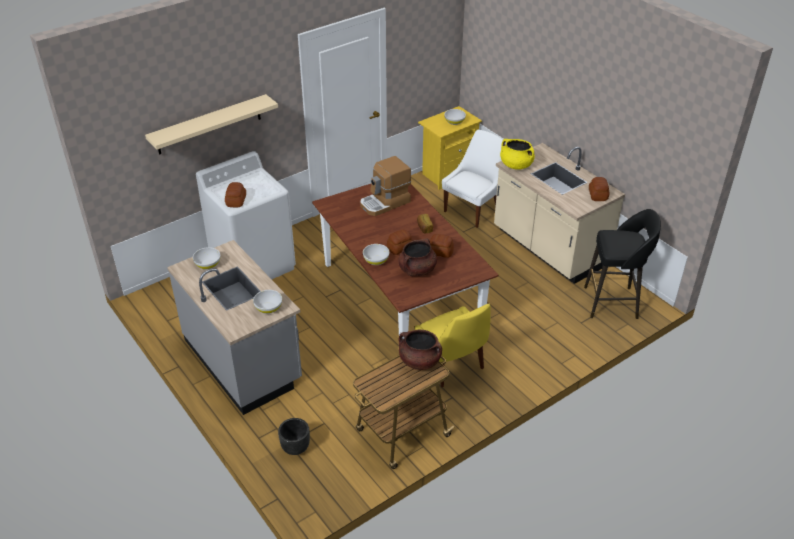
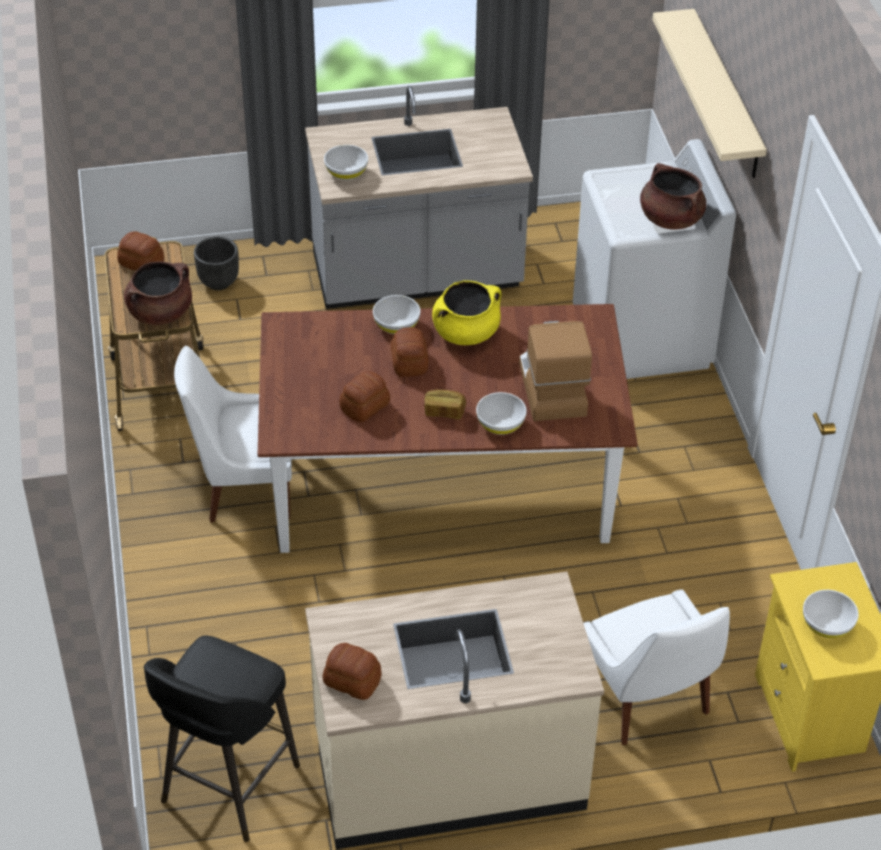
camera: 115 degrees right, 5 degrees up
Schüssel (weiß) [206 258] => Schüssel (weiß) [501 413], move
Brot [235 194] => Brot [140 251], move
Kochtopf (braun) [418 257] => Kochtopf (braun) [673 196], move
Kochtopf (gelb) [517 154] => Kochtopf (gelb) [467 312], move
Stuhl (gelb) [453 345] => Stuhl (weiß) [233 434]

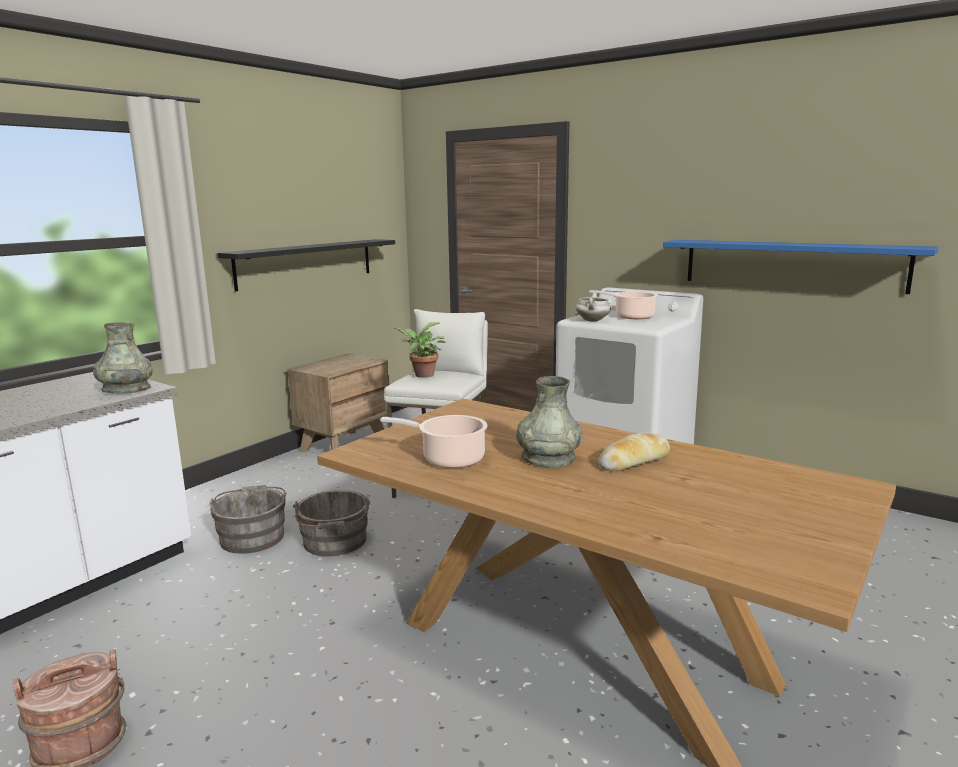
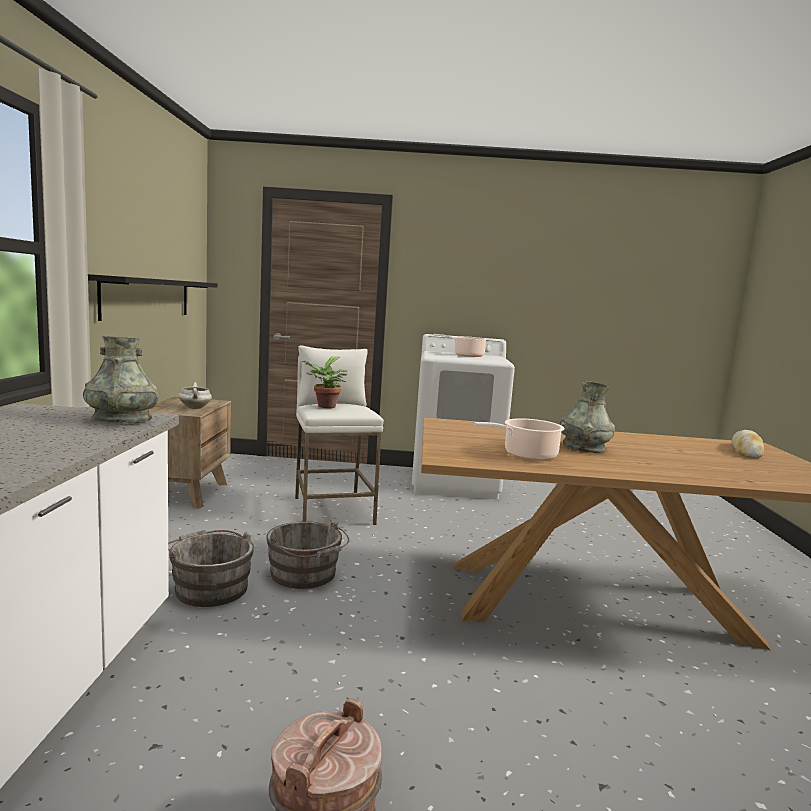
camera: 35 degrees left, 5 degrees down
Wandregal (blau) [801 267] => nothing
Kochtopf (weiß) [593 307] => Kochtopf (weiß) [195 395], move
Brot [634 452] => Brot [748 444], move

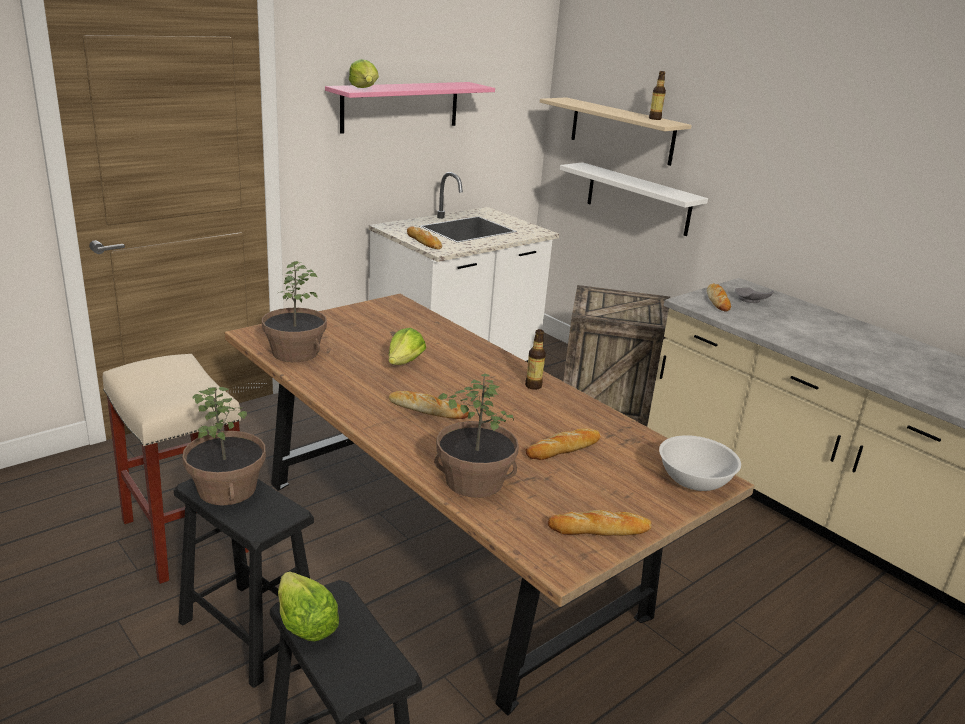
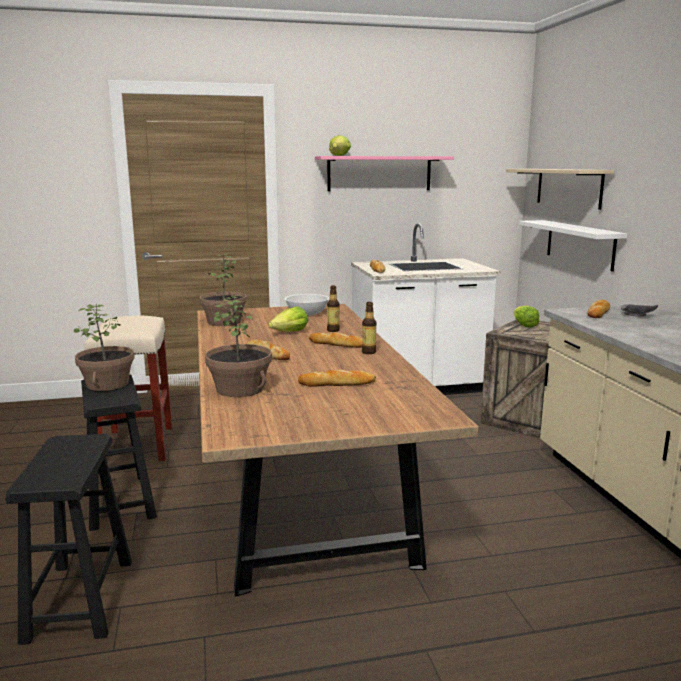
camera: 30 degrees right, 10 degrees down
Salatkopf [308 606] => Salatkopf [526 316], move
Brot [600 523] => Brot [336 340], move
Flasche [657 95] => Flasche [333 309], move
Schüssel (weiß) [700 463] => Schüssel (weiß) [306 305], move

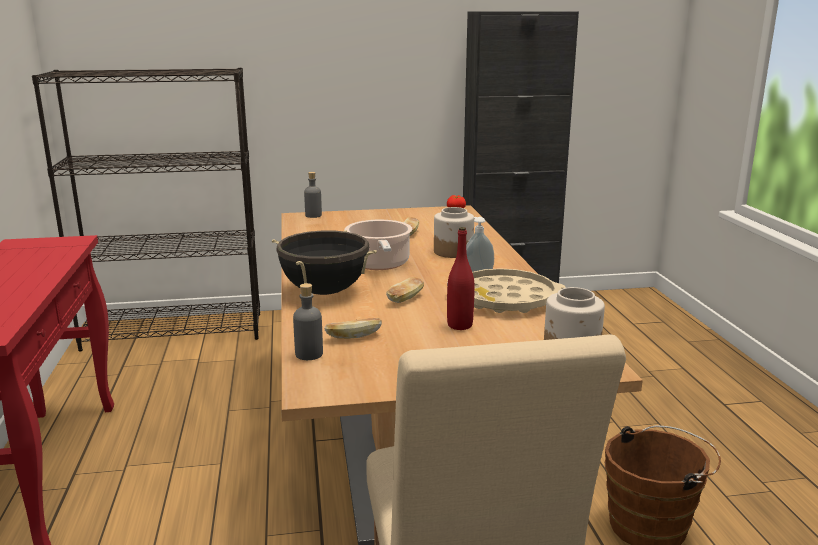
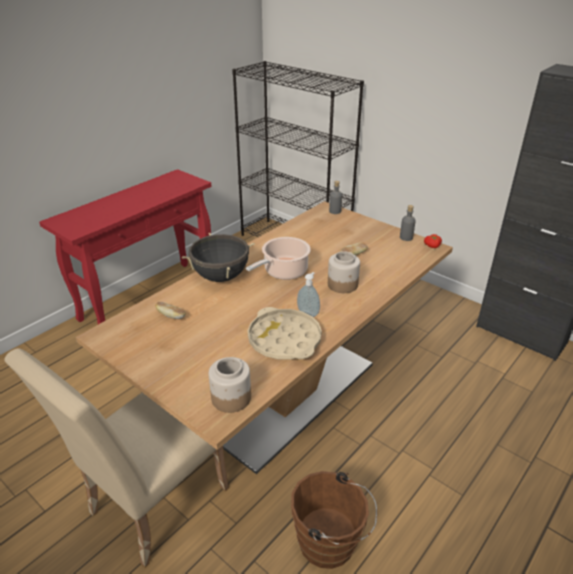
camera: 50 degrees right, 15 degrees up
Brot [405 290] => nothing
Flasche (rot) [461 278] => nothing
Flasche (grau) [308 321] => Flasche (grau) [408 223], move

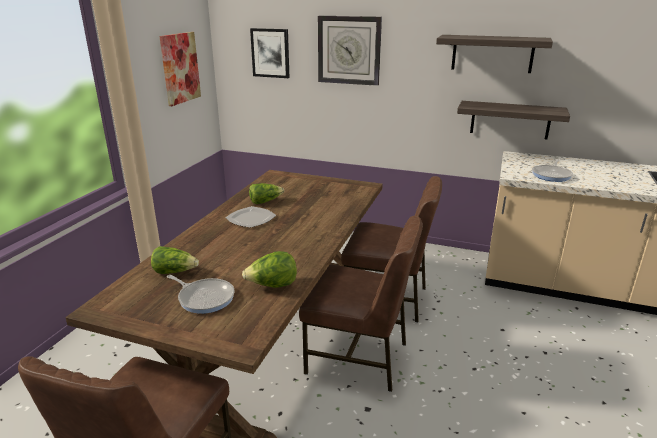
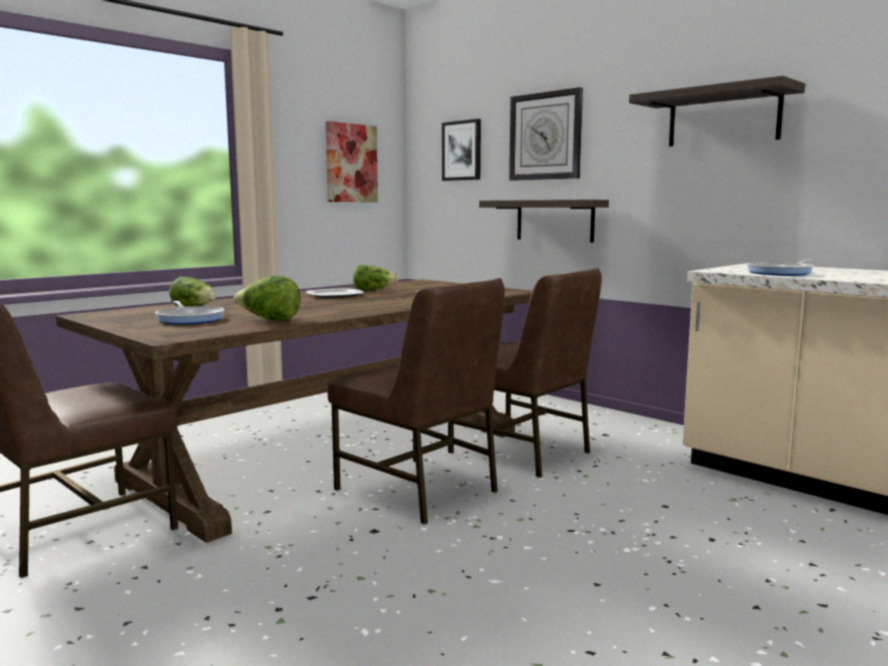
camera: 25 degrees right, 15 degrees down
Wandregal [513 120] => Wandregal [544 221], move

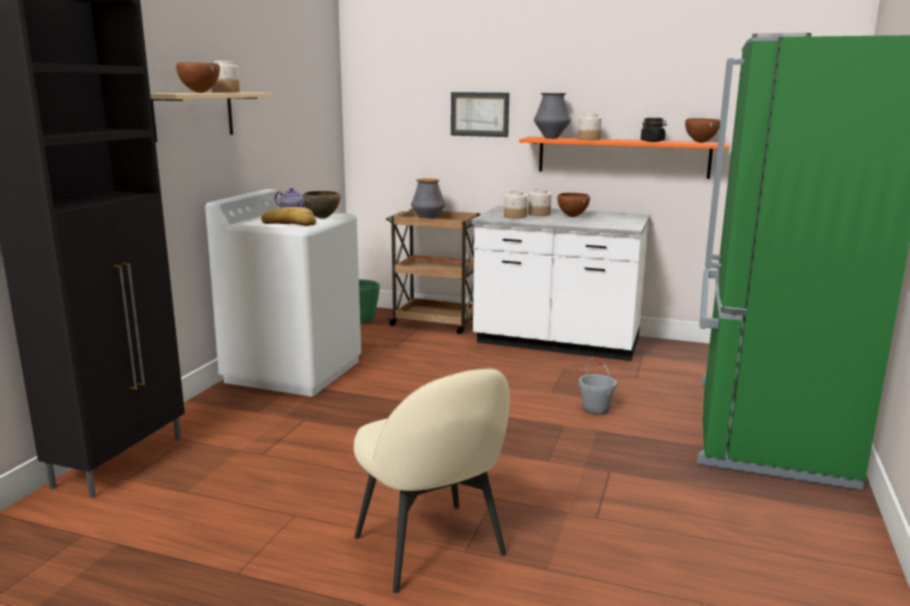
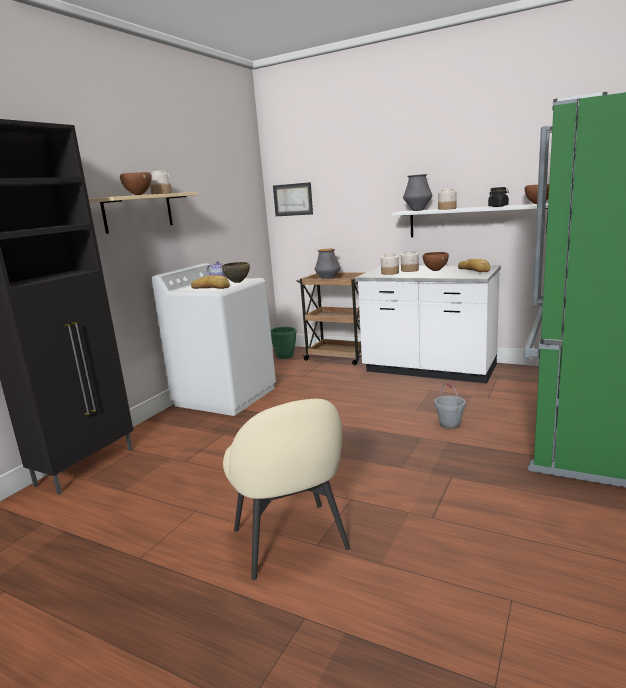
camera: 10 degrees right, 0 degrees up
nothing => Brot [474 265]
Bild [480 114] => Bild [293 199], move
Wandregal (orange) [624 158] => Wandregal (weiß) [470 220]

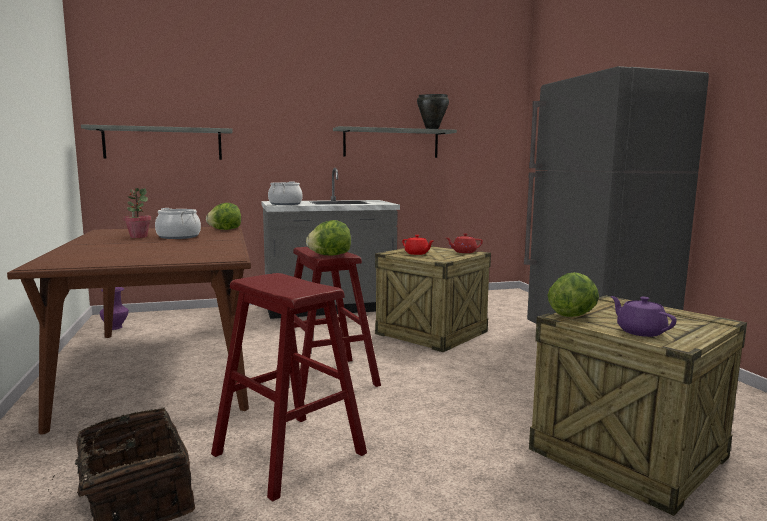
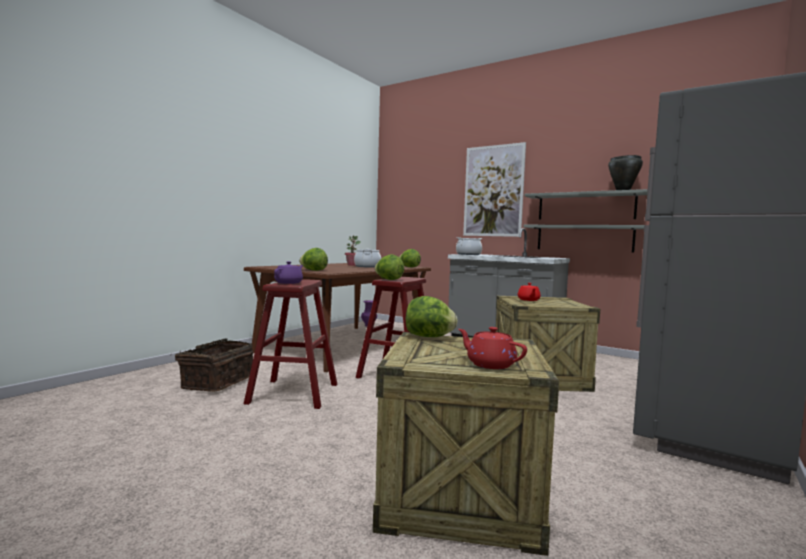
camera: 50 degrees right, 5 degrees down
nothing => Salatkopf [313 259]
nothing => Bild [494 189]
Wandregal (grau) [157 142] => Wandregal (grau) [583 239], move
Teekanne (rot) [464 243] => Teekanne (rot) [492 348], move
Teekanne (lila) [644 316] => Teekanne (lila) [288 272], move

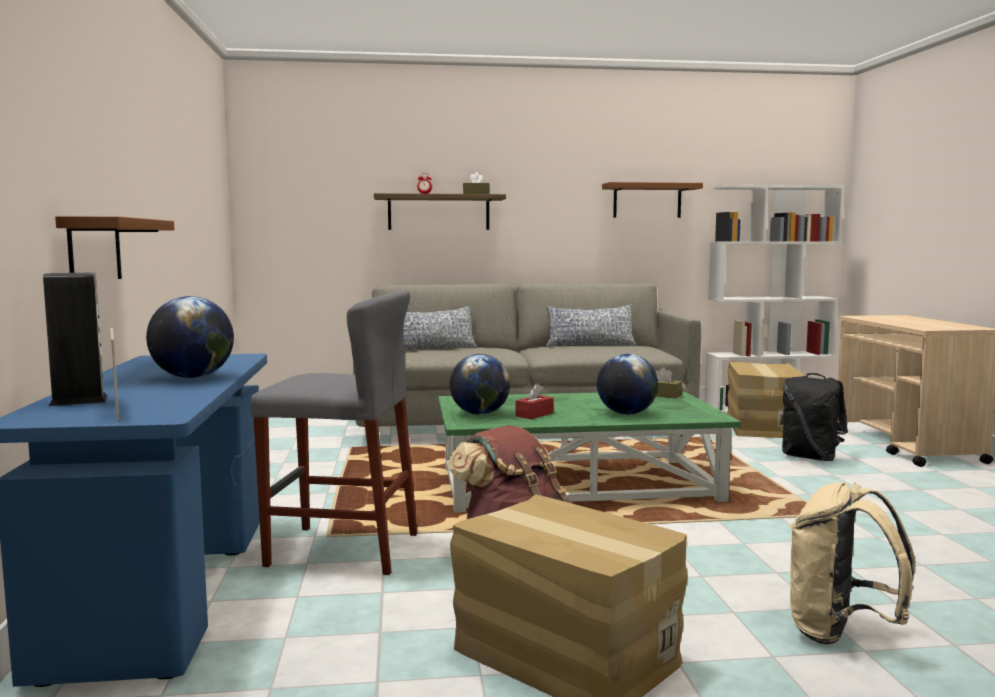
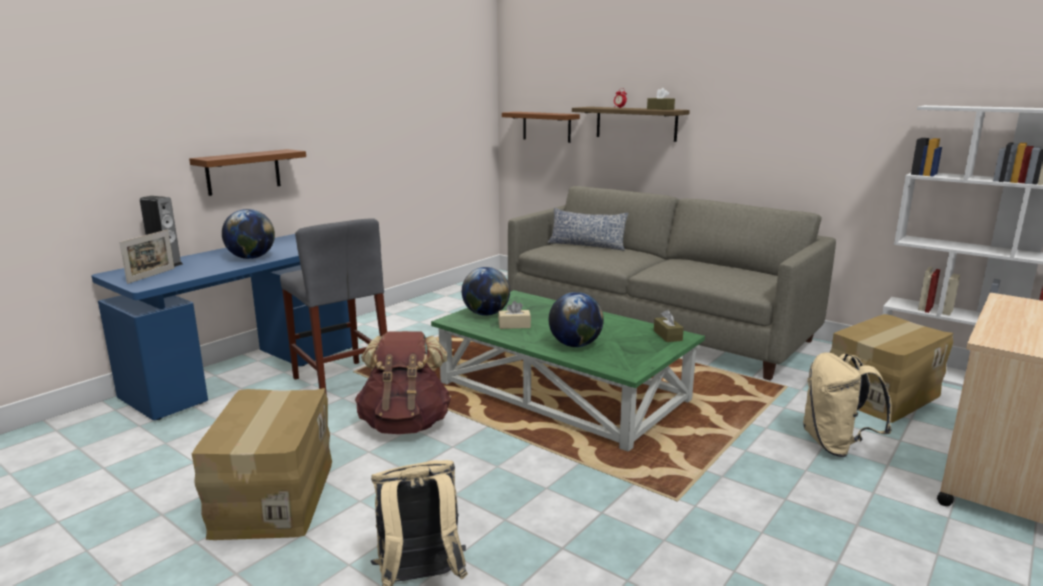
camera: 45 degrees right, 10 degrees up
Kissen [591 325] => nothing
Wandregal (braun) [652 200] => Wandregal (braun) [541 127], move
Taschentuchbox (rot) [534 401] => Taschentuchbox (beige) [514 315]
Rucksack (schwarz) [815 417] => Rucksack (beige) [847 404]

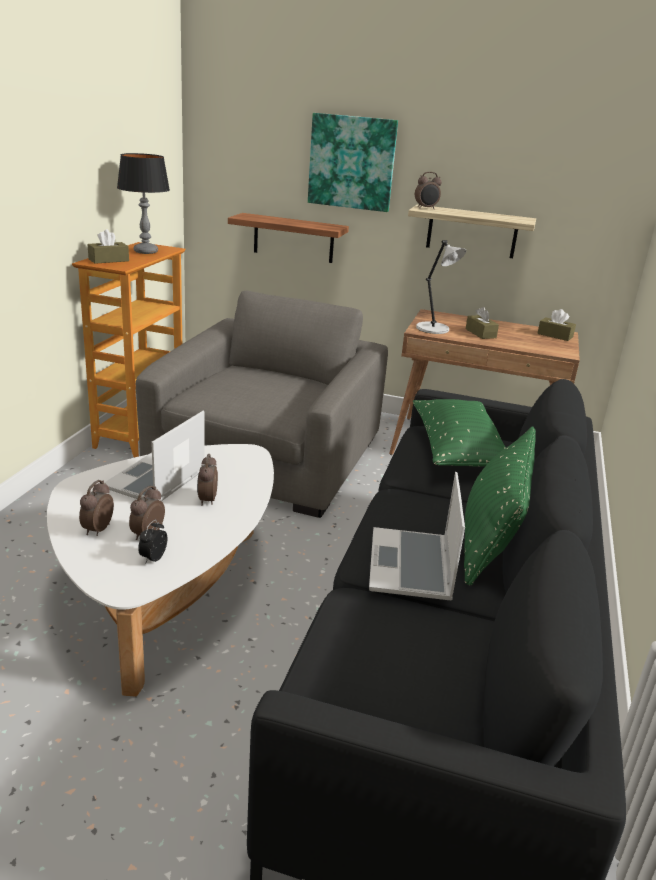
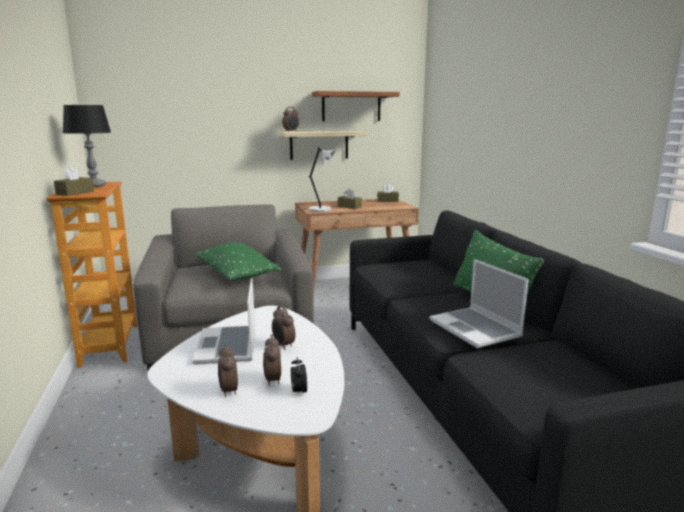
camera: 30 degrees left, 10 degrees down
Bild [353 162] => nothing
Wandregal [288 238] => Wandregal [356 106], move
Kissen (grün) [459 433] => Kissen (grün) [237 261], move

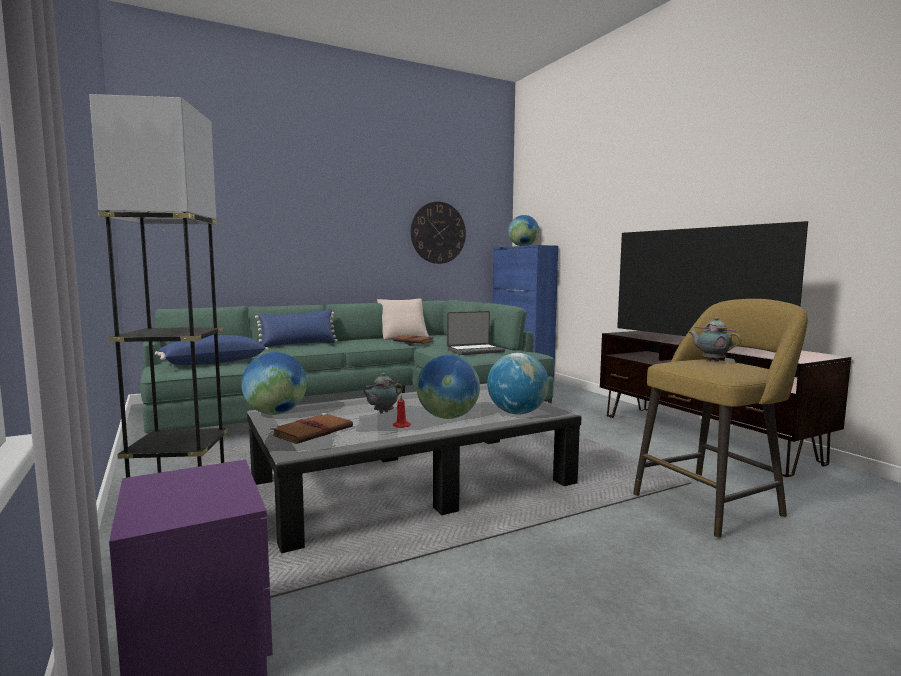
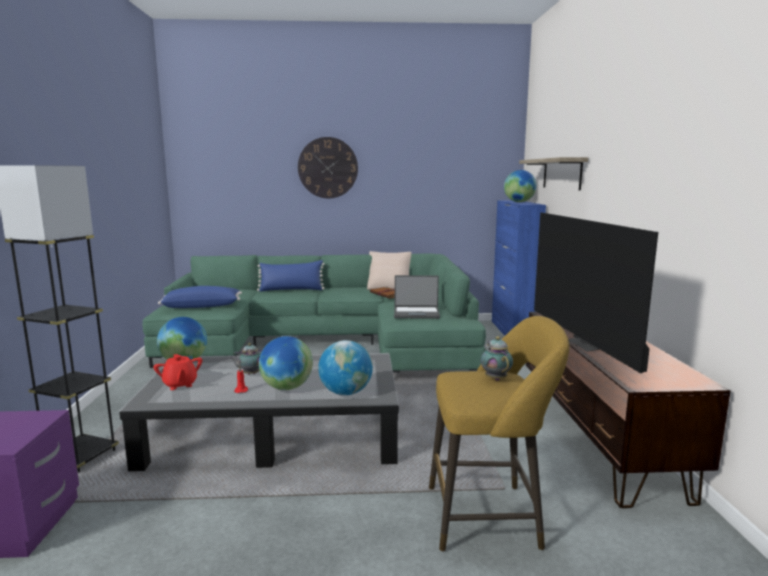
camera: 25 degrees right, 5 degrees up
nothing => Wandregal [553 174]
Wanduhr [438 233] => Wanduhr [328 168], move
Buch (braun) [311 428] => Teekanne (rot) [177 372]

